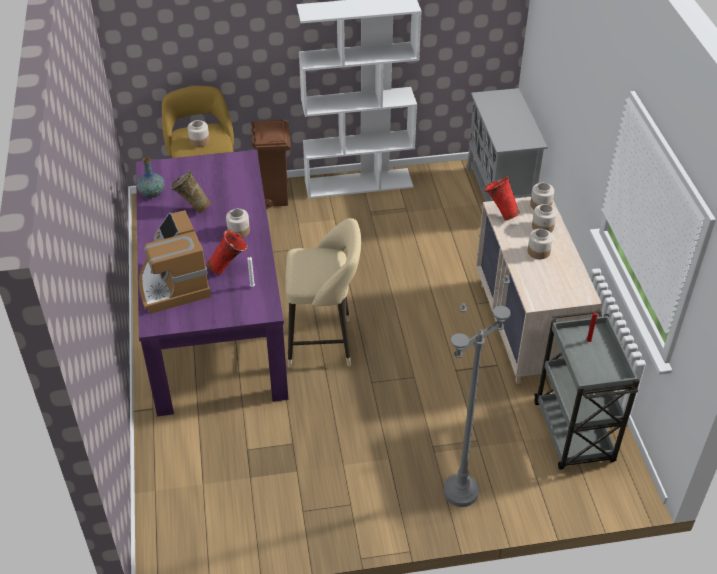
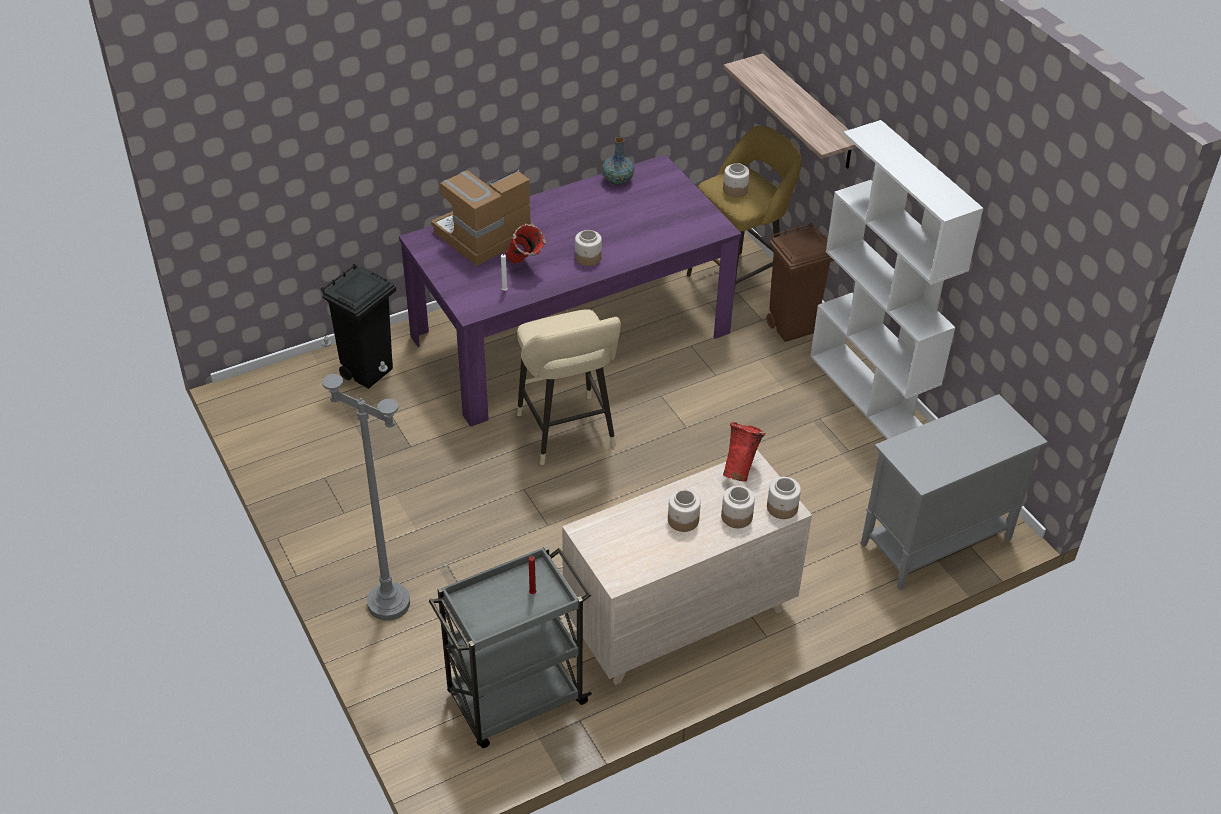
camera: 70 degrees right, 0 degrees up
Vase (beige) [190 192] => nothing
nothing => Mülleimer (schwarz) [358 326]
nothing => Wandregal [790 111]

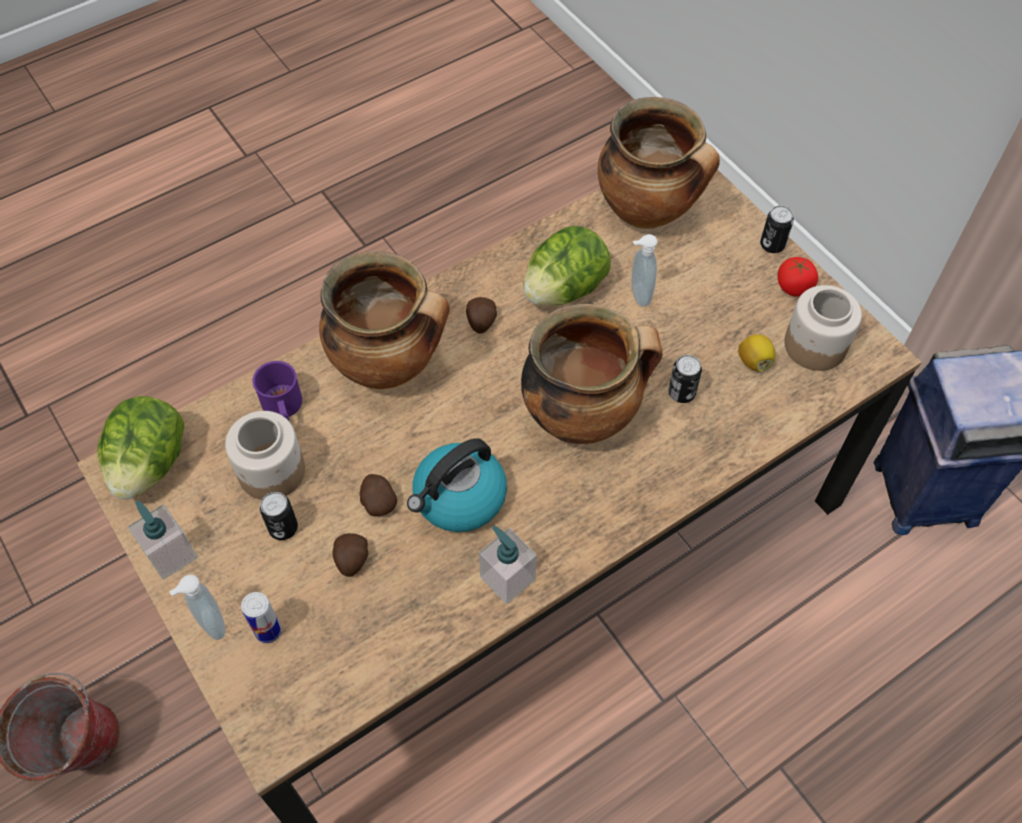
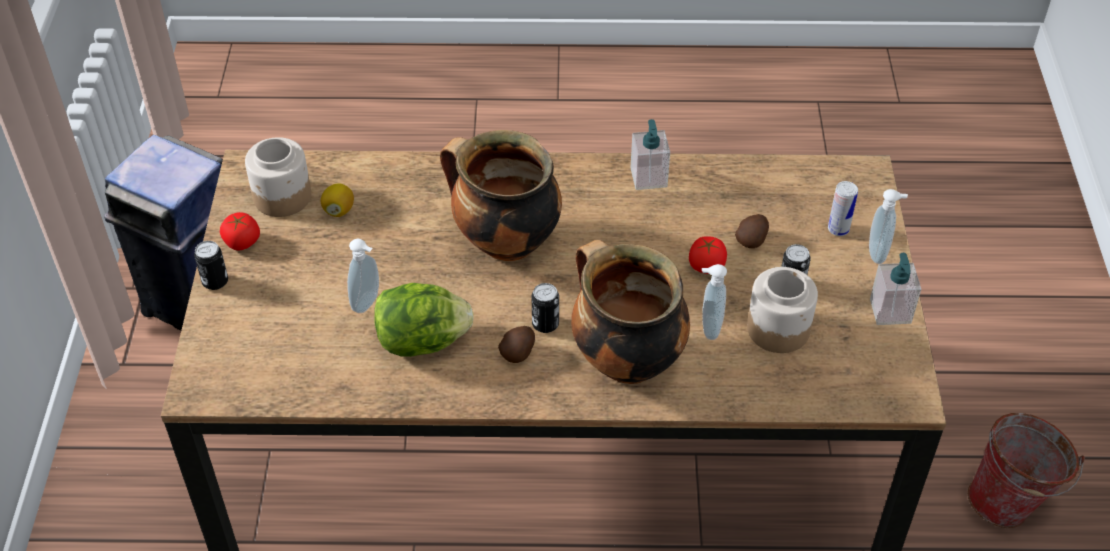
camera: 145 degrees left, 10 degrees down
Salatkopf [141 448] => nothing
Henkelbecher (lila) [277 391] => nothing
Wasserkessel [457 485] => nothing
Kochtopf [659 163] => nothing
nothing => Seifenspender [714 302]
Dose [685 379] => Dose [545 308], move
Kartoffel [378 495] => Tomate [708 255]

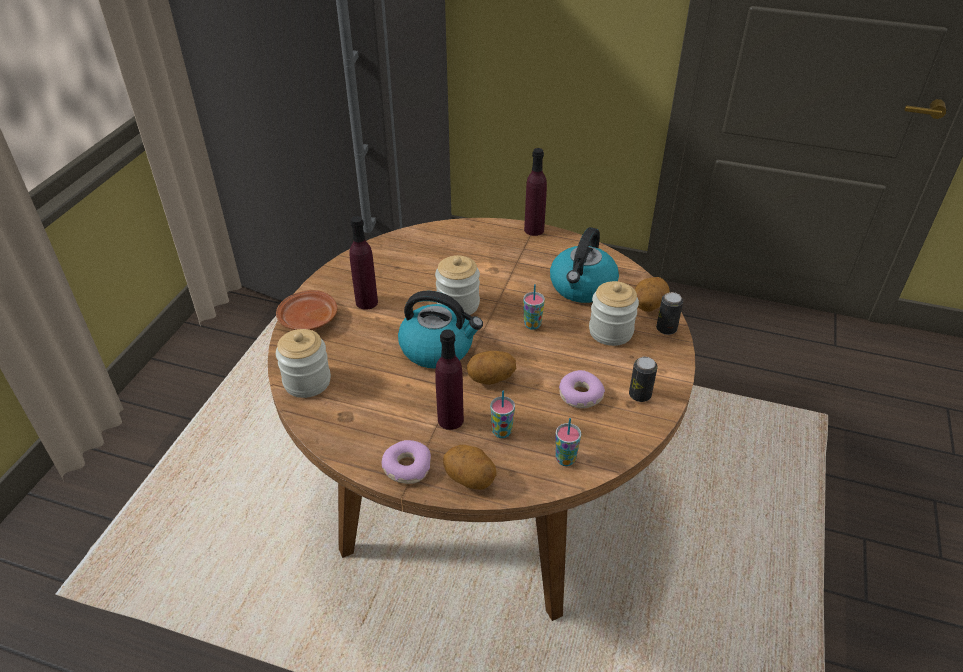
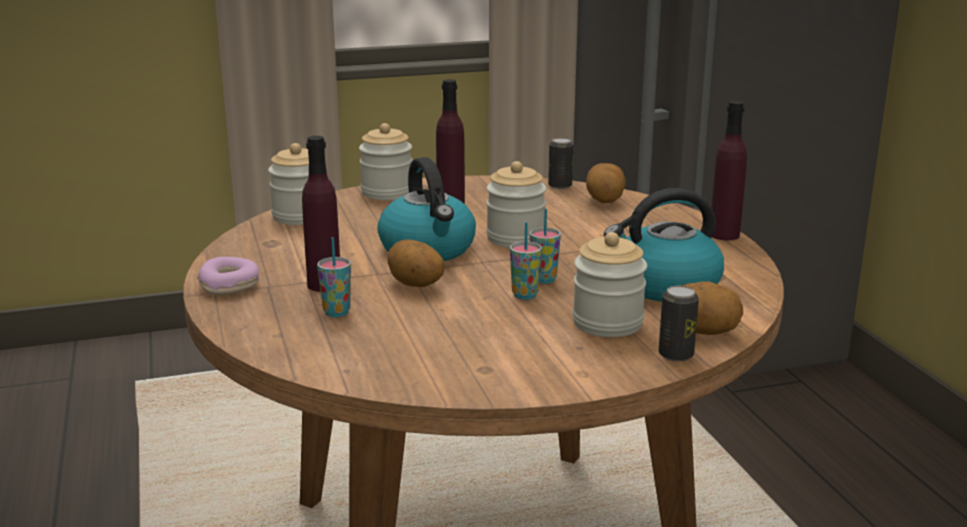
camera: 55 degrees right, 20 degrees down
Donut [582 389] => nothing
Kartoffel [469 467] => Kartoffel [606 183], move
Tasse [568 442] => Tasse [526 261], move
Dose [643 379] => Dose [560 163], move
Teller (braun) [306 310] => Vorratsglas [385 161]

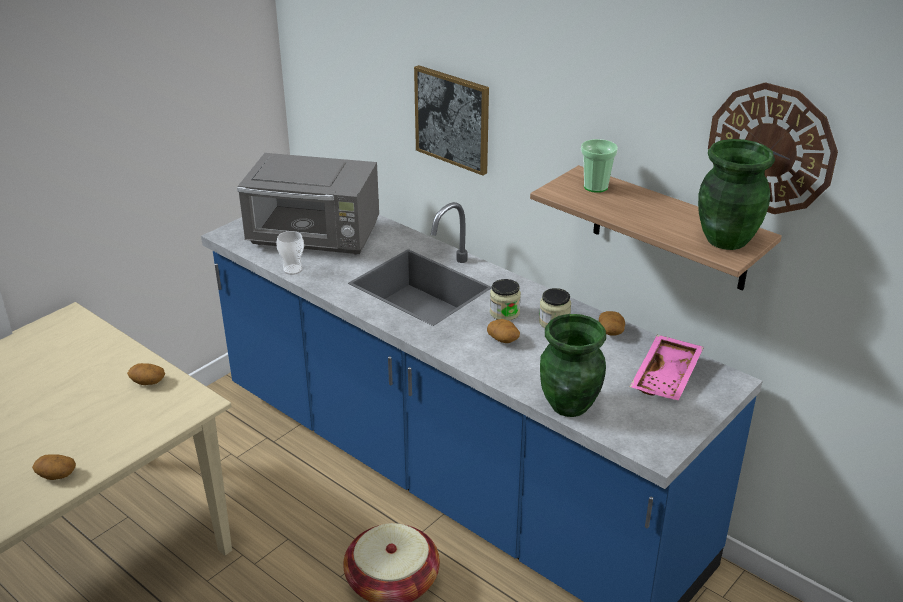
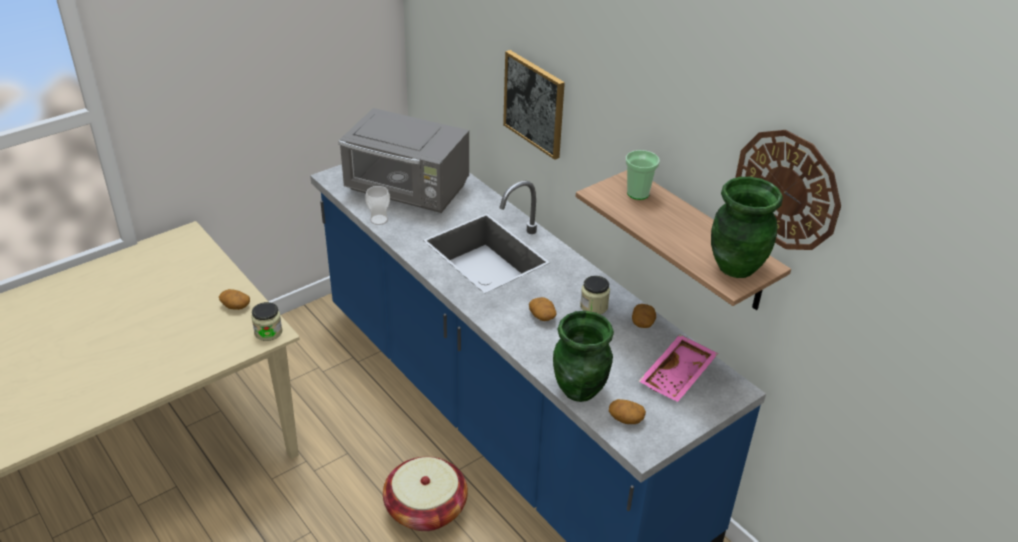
camera: 10 degrees right, 5 degrees up
Kartoffel [54 467] => Kartoffel [627 411], move
Vorratsglas [505 300] => Vorratsglas [267 321], move

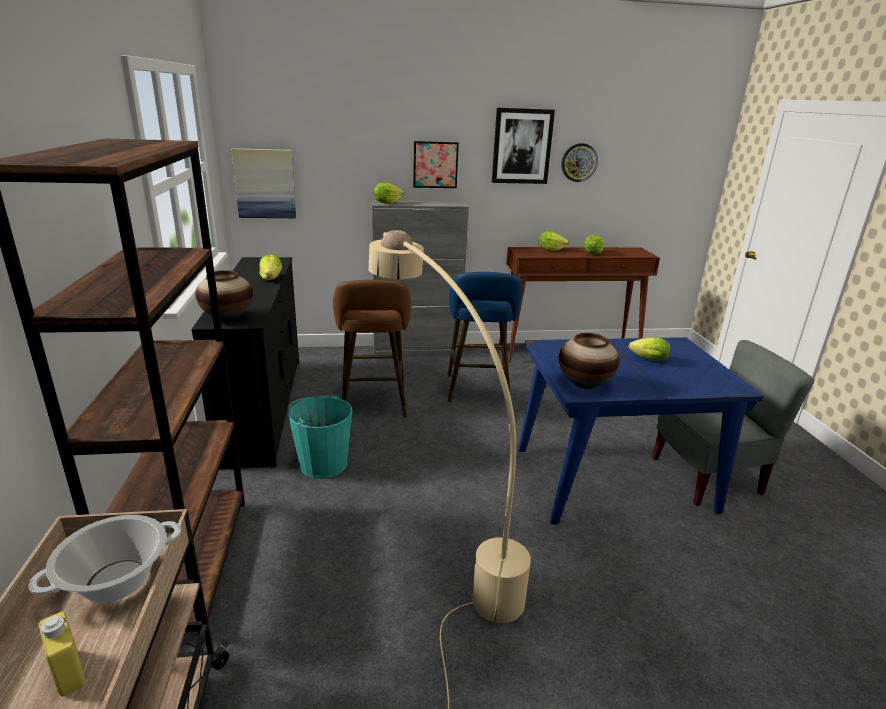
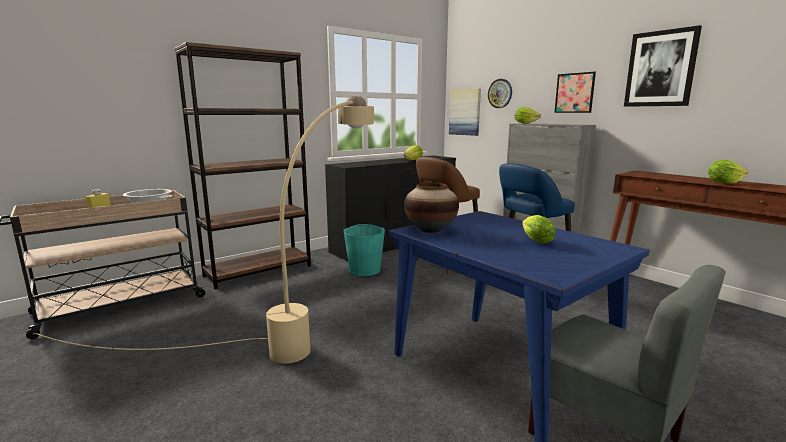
camera: 60 degrees right, 10 degrees down
Vase [224 296] => nothing
Salatkopf [554 241] => nothing
Wanduhr [579 162] => Wanduhr [500 93], move

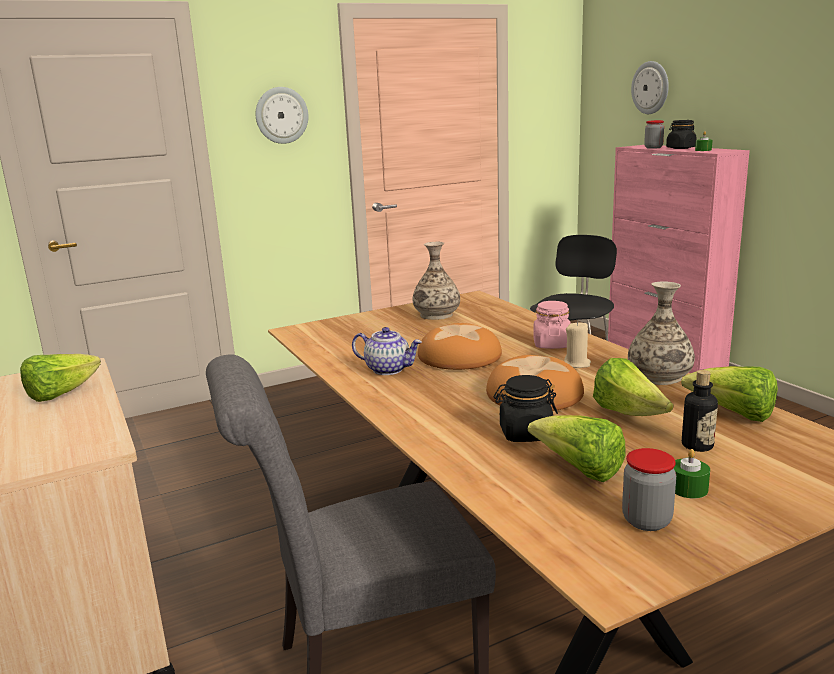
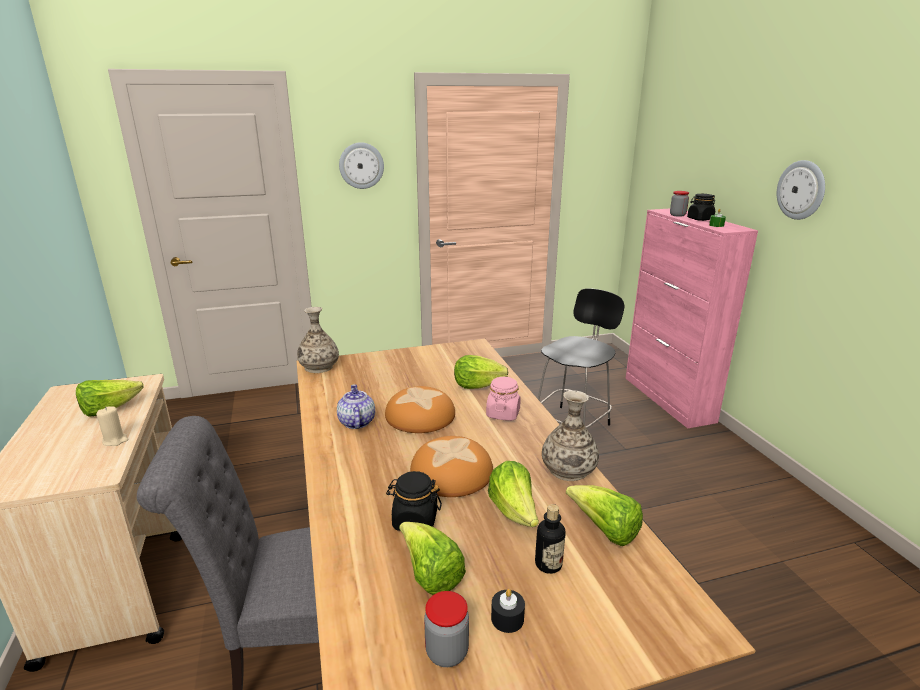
camera: 10 degrees right, 5 degrees up
nothing => Salatkopf [481 372]
Vase [436 281] => Vase [318 340], move
Kerze (beige) [577 344] => Kerze (beige) [112 426], move
Wanduhr [650 87] => Wanduhr [801 190], move
Kerze (grün) [691 473] => Kerze (schwarz) [508 611]
Teekanne [387 351] => Teekanne [356 406], 135 degrees counterclockwise

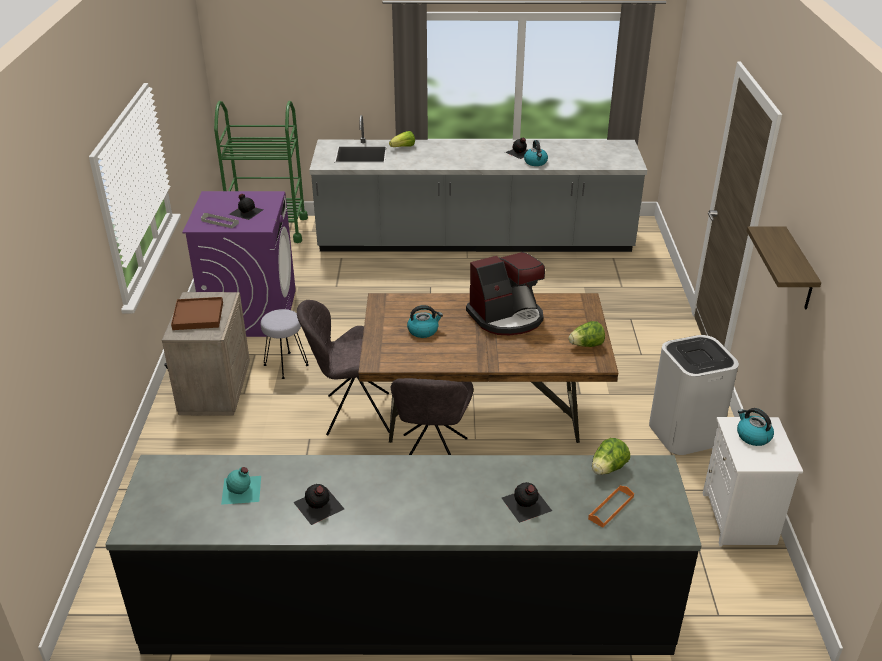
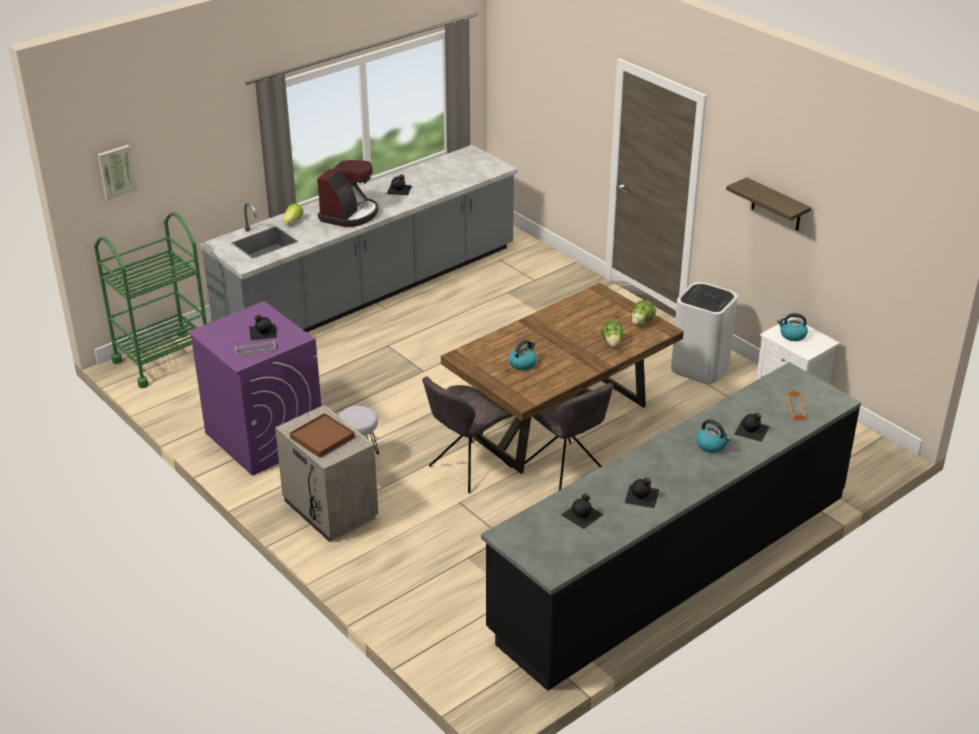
camera: 40 degrees left, 0 degrees up
nothing => Bild [117 172]
Kaffeemaschine [505 293] => Kaffeemaschine [348 193], move
Wasserkessel [536 153] => Wasserkessel [713 436], move
Salatkopf [611 456] => Salatkopf [612 333], move
Flasche (türkis) [241 486] => Flasche (schwarz) [582 511]

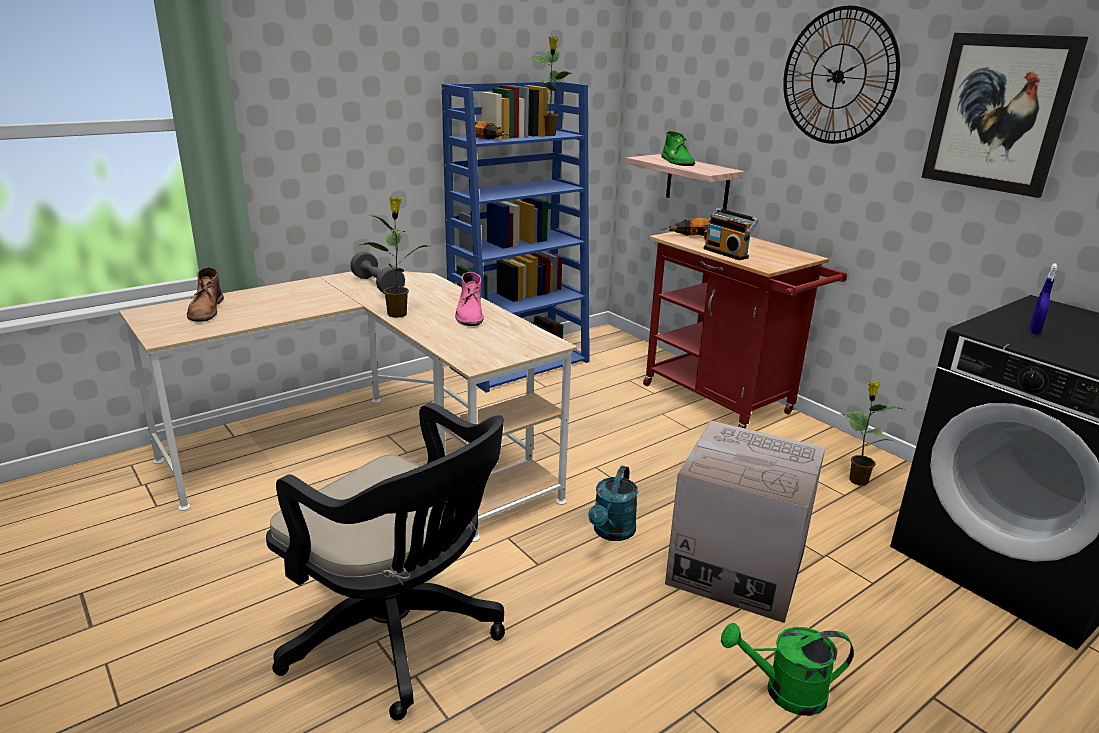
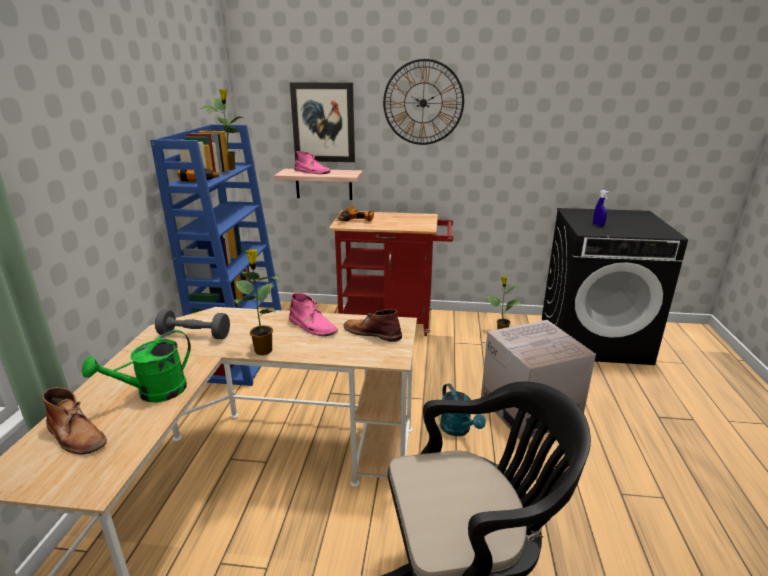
camera: 45 degrees left, 0 degrees up
Radio [731 234] => nothing
nothing => Stiefel (braun) [373 325]
Gießkanne (grün) [787 669] => Gießkanne (grün) [136 366], move
Bild [1004 115] => Bild [322 122], move
Stiefel (grün) [678 148] => Stiefel (rosa) [313 162]

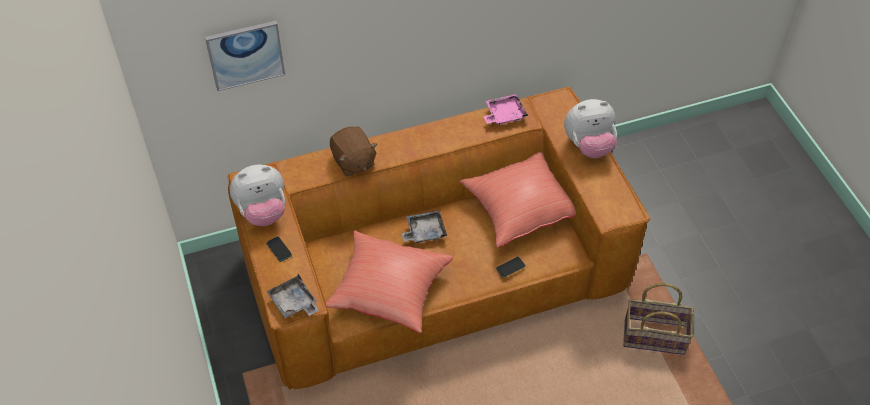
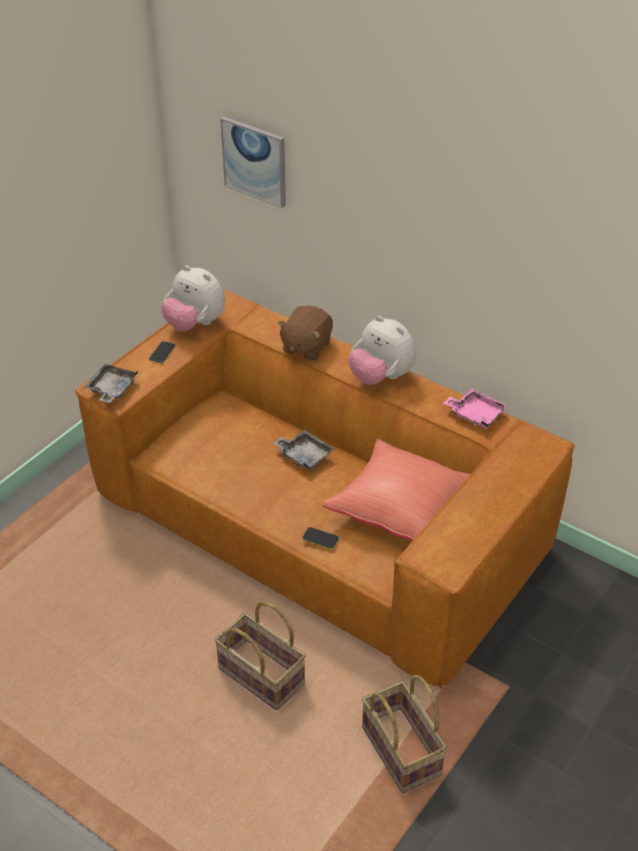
camera: 55 degrees right, 10 degrees down
Kissen (rot) [389 282] => nothing
nothing => Korb [260 656]
Plüschtier [590 128] => Plüschtier [382 350], move

